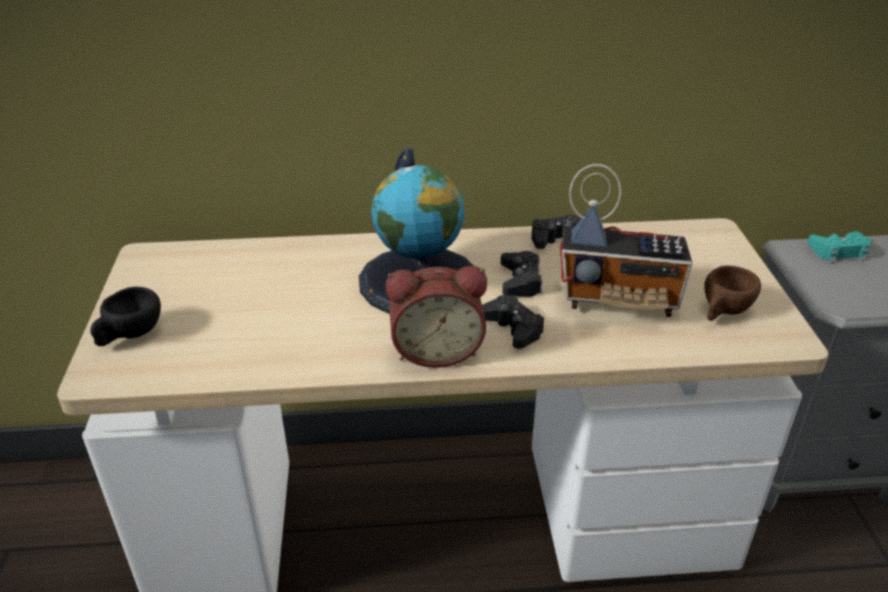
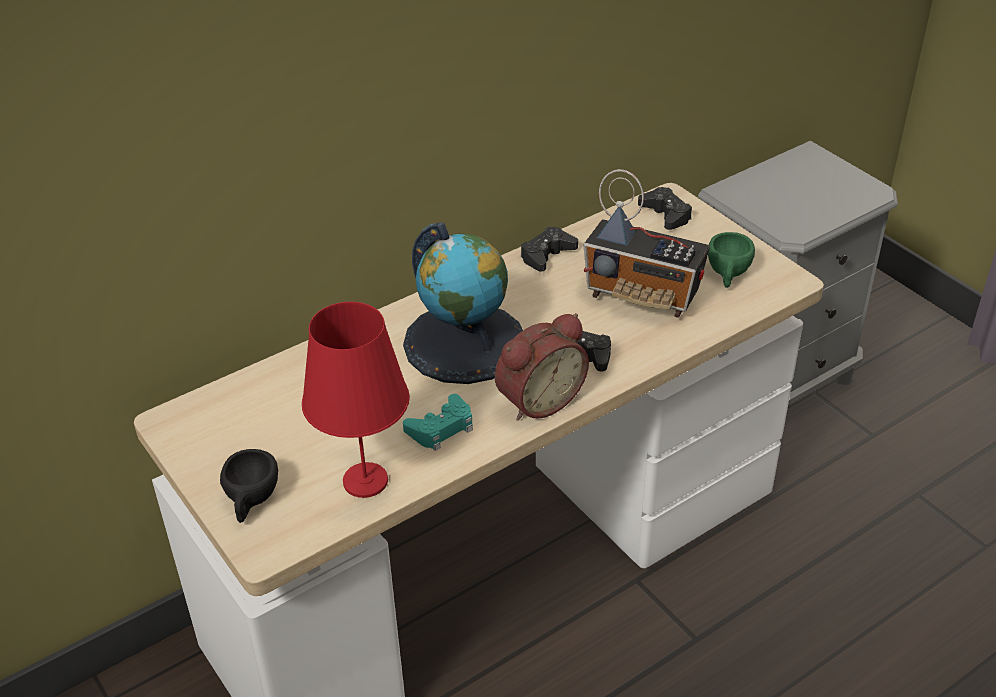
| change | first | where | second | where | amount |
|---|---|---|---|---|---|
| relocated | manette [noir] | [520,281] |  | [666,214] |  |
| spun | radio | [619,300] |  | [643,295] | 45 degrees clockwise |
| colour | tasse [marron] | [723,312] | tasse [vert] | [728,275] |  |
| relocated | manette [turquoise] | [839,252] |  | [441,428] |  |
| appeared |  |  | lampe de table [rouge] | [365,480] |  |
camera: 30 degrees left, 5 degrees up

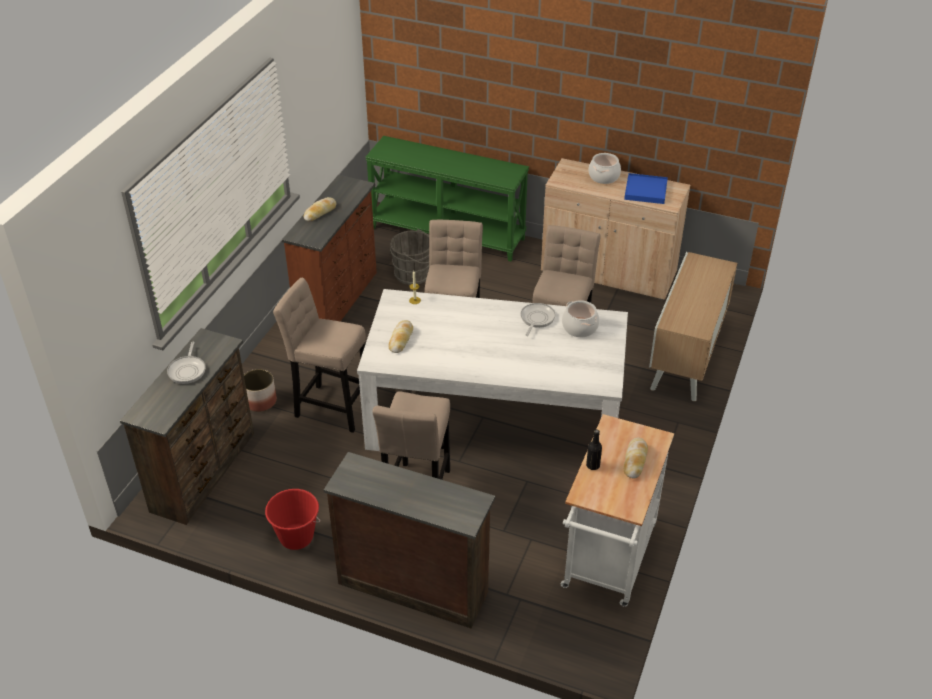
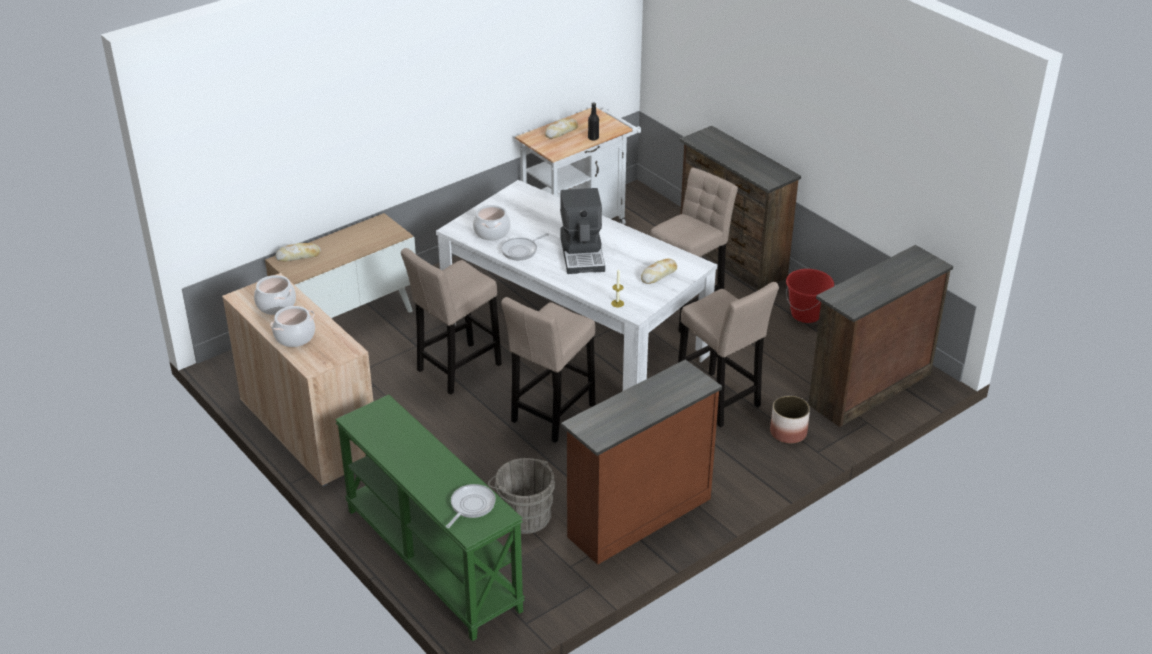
| change | first | where | second | where | amount |
|---|---|---|---|---|---|
| relocated | poêle | [187,370] |  | [471,506] |  |
| relocated | pain | [320,212] |  | [298,256] |  |
| exchanged | plateau [bleu] | [646,191] | marmite | [276,305] |  |
| appeared |  |  | machine à café | [583,254] |  |
camera: 150 degrees left, 5 degrees down

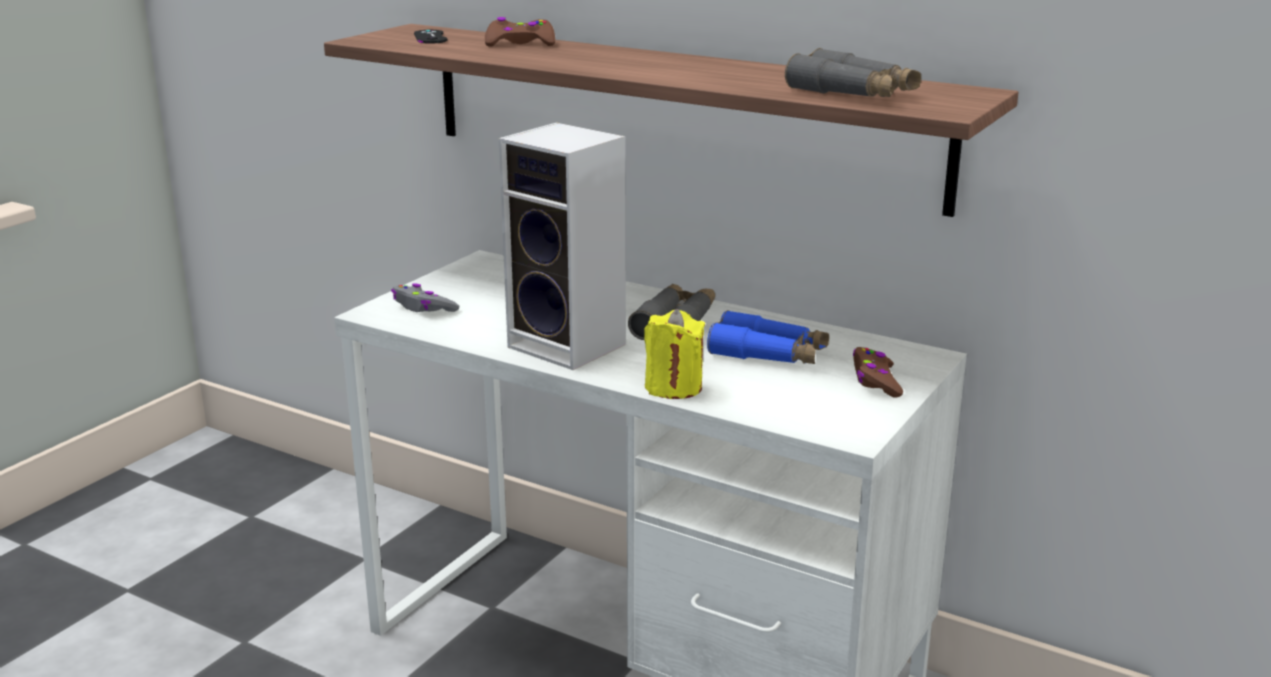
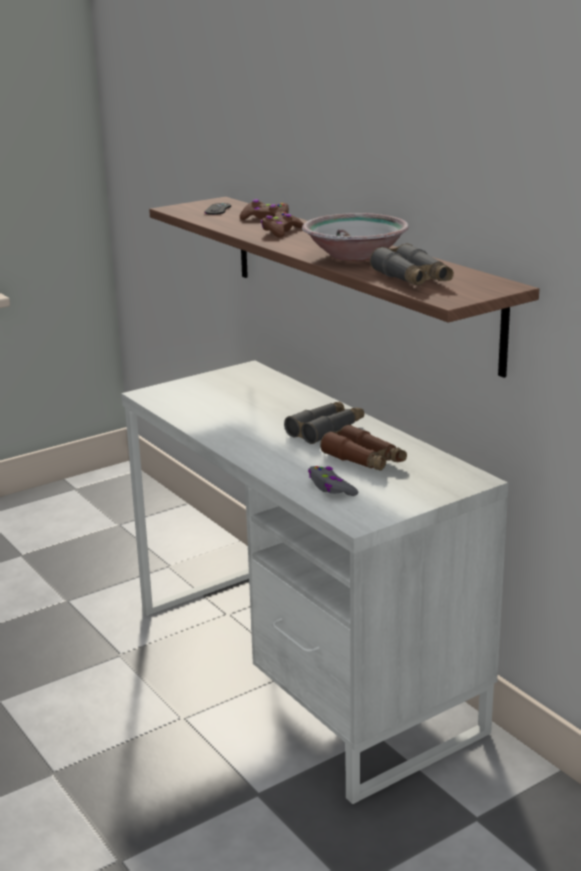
| change | first | where | second | where | amount |
|---|---|---|---|---|---|
| relocated | manette [gris] | [423,308] |  | [331,488] |  |
| missing | enceinte | [571,346] |  |  |  |
| missing | bougie [jaune] | [673,387] |  |  |  |
| colour | jumelles [bleu] | [768,354] | jumelles [marron] | [364,460] |  |
| relocated | manette [marron] | [875,381] |  | [281,231] |  |
| appeared |  |  | bol | [355,255] |  |
camera: 25 degrees right, 0 degrees up

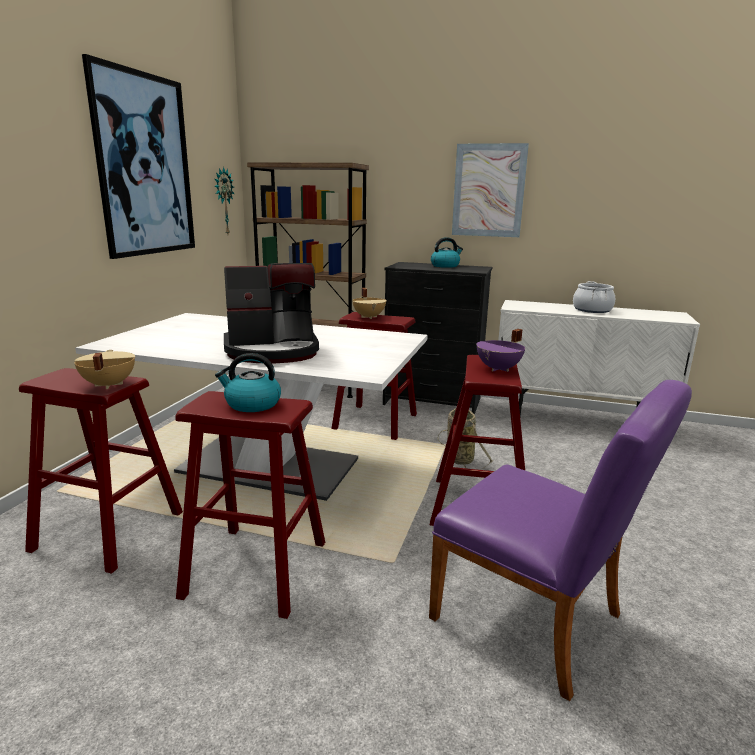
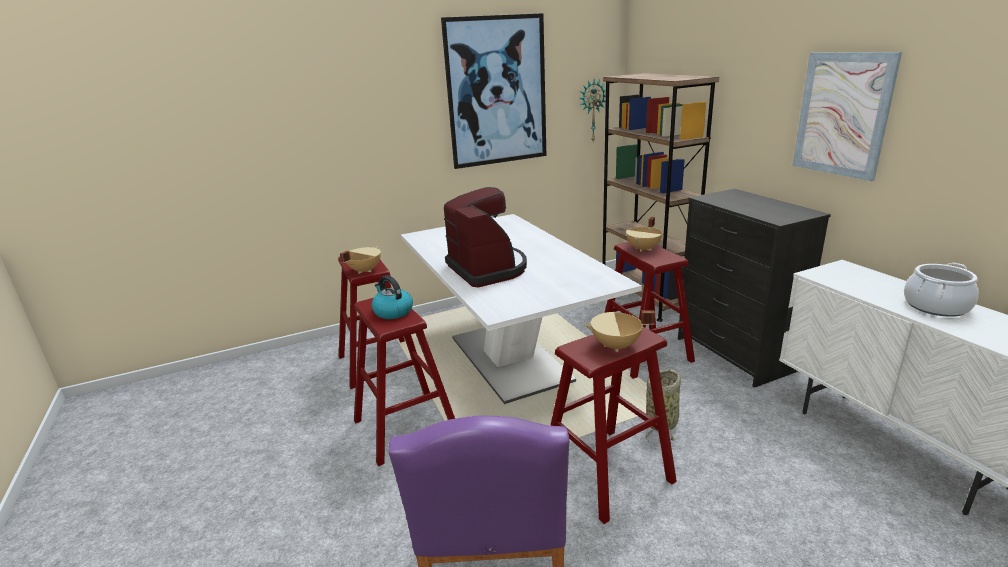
| change | first | where | second | where | amount |
|---|---|---|---|---|---|
| spun | machine à café | [273,351] |  | [488,269] | 150 degrees counterclockwise |
| missing | bouilloire | [445,266] |  |  |  |
| colour | marmite [violet] | [499,369] | marmite [beige] | [616,346] |  |
camera: 50 degrees right, 5 degrees up

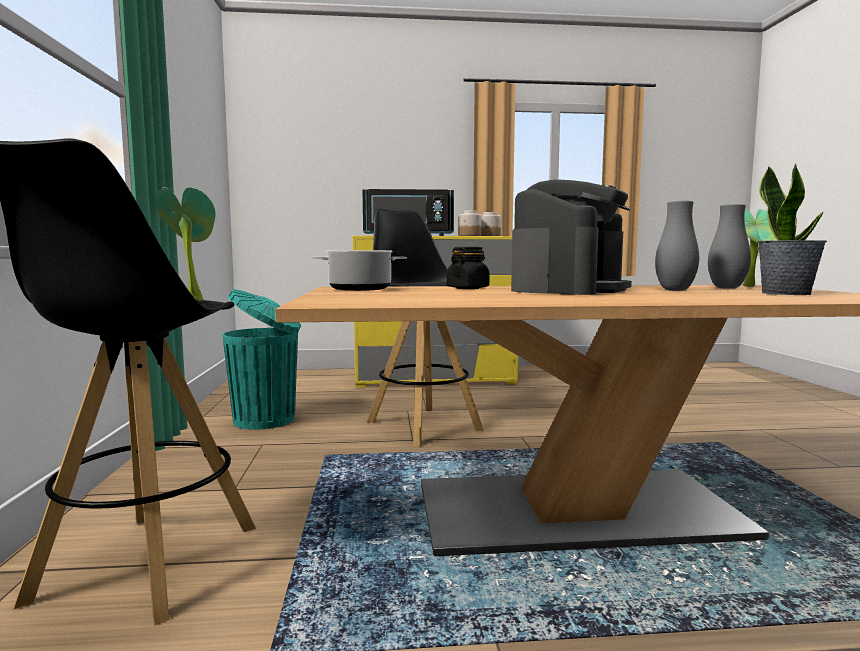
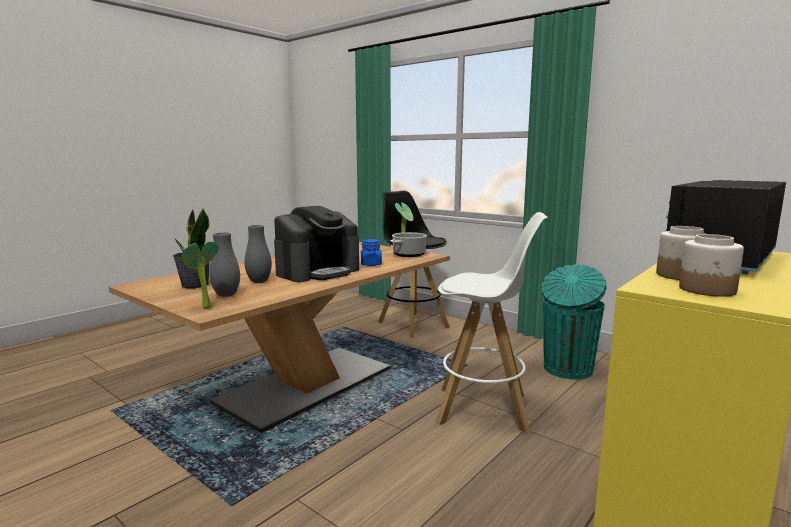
| change | first | where | second | where | amount |
|---|---|---|---|---|---|
| colour | tabouret [noir] | [423,425] | tabouret [blanc] | [483,409] |  |
| colour | bocal [noir] | [468,288] | bocal [bleu] | [371,264] |  |
| spun | machine à café | [569,289] |  | [318,272] | 120 degrees counterclockwise |
camera: 135 degrees right, 5 degrees up

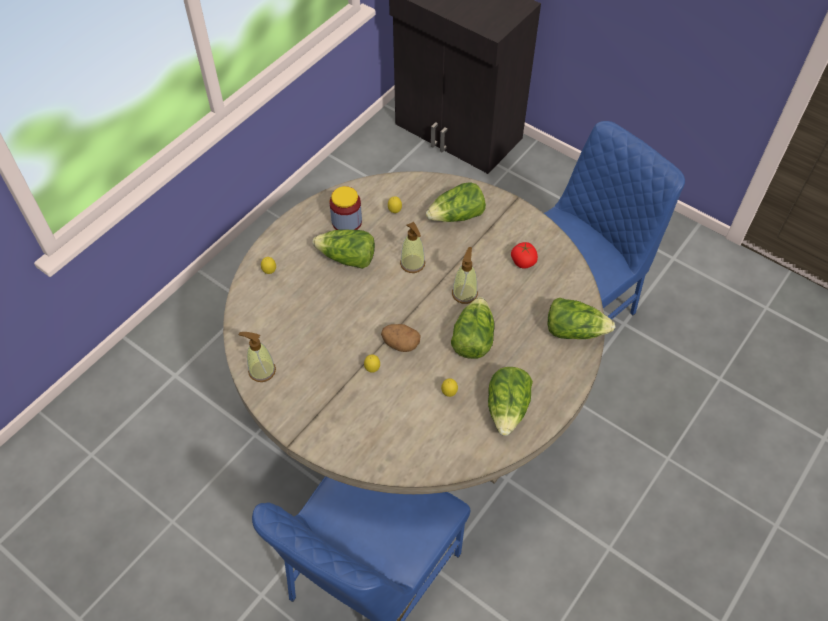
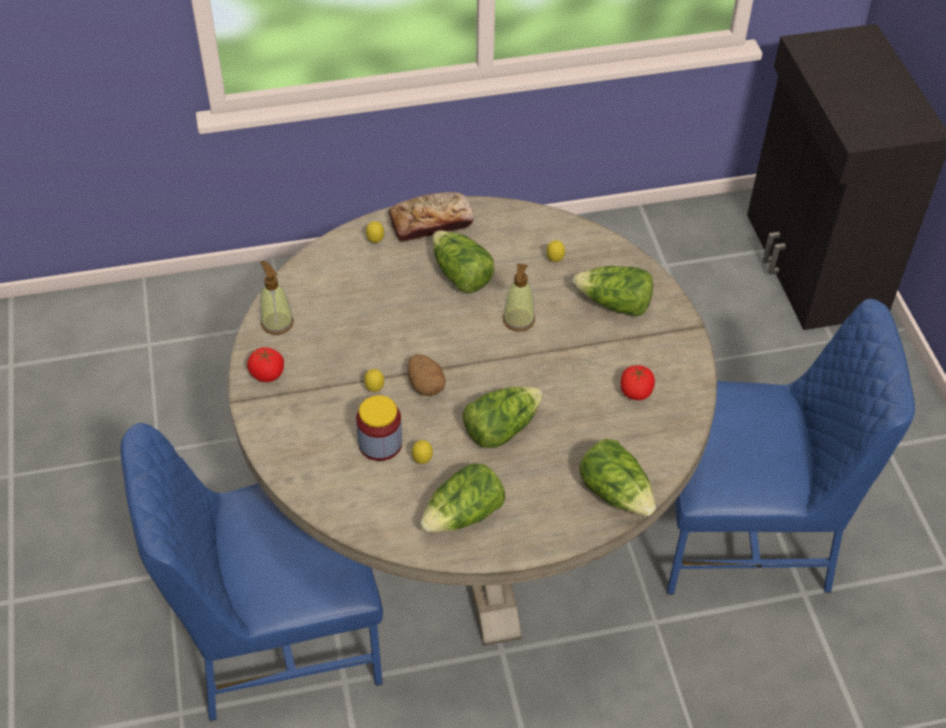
| change | first | where | second | where | amount |
|---|---|---|---|---|---|
| relocated | bocal | [346,221] |  | [380,443] |  |
| missing | distributeur de savon | [464,293] |  |  |  |
| appeared |  |  | tomate | [267,374] |  |
| appeared |  |  | pain | [431,222] |  |
camera: 40 degrees right, 5 degrees down

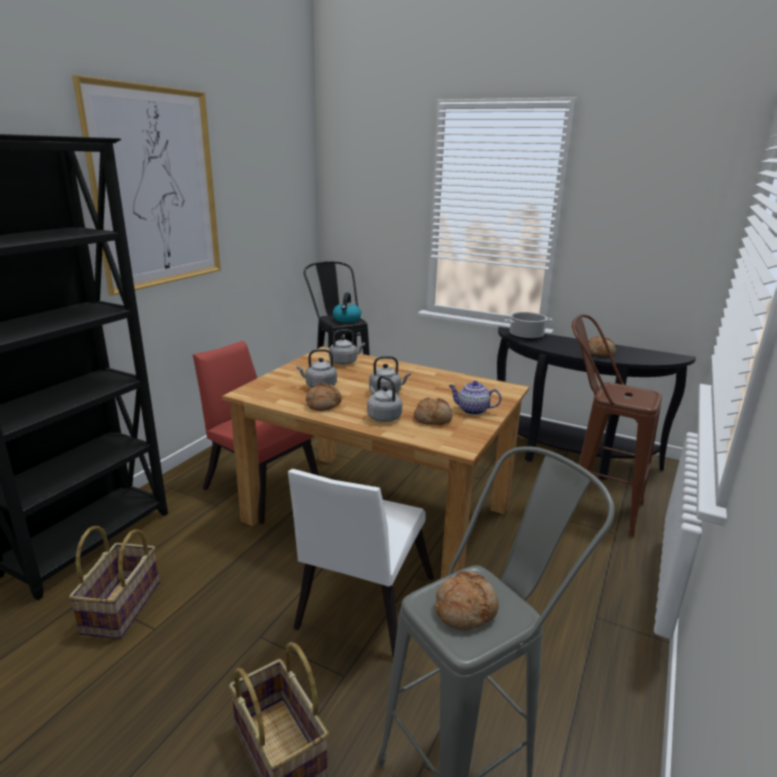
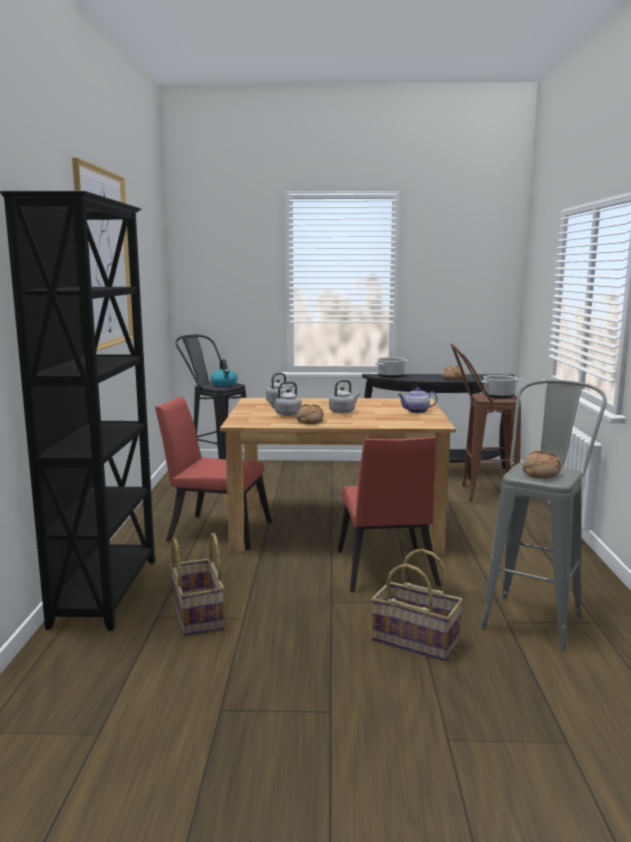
| change | first | where | second | where | amount |
|---|---|---|---|---|---|
| colour | chaise [blanc] | [361,608] | chaise [rouge] | [385,572] |  |
| missing | bouilloire [gris] | [383,417] |  |  |  |
| missing | pain | [433,419] |  |  |  |
| appeared |  |  | marmite | [499,396] |  |
camera: 25 degrees left, 10 degrees down

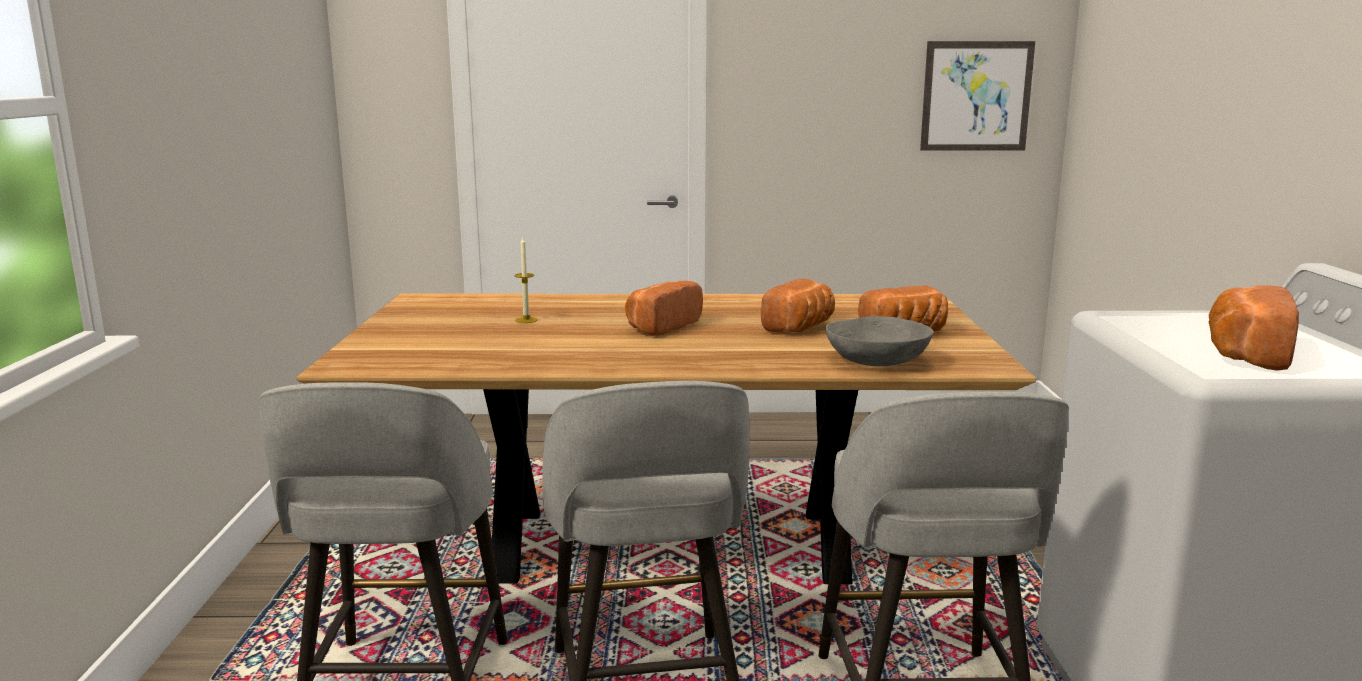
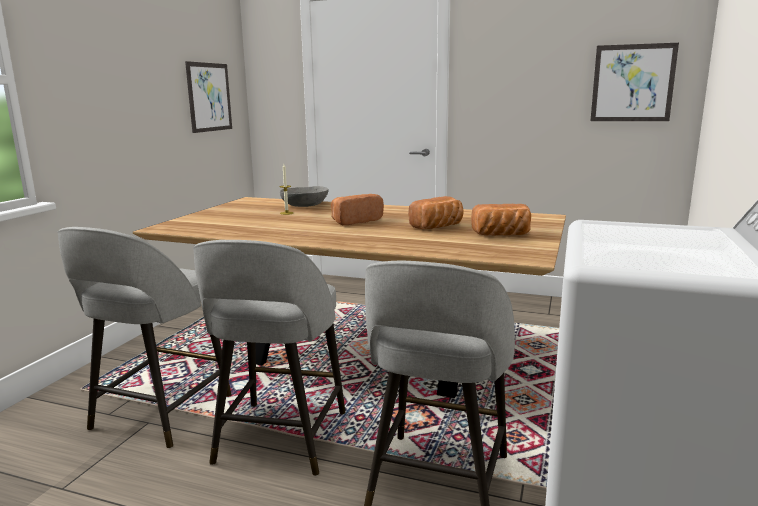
| change | first | where | second | where | amount |
|---|---|---|---|---|---|
| relocated | bol [gris] | [877,361] |  | [305,205] |  |
| missing | pain | [1244,354] |  |  |  |
| appeared |  |  | tableau | [209,97] |  |
camera: 20 degrees right, 0 degrees up

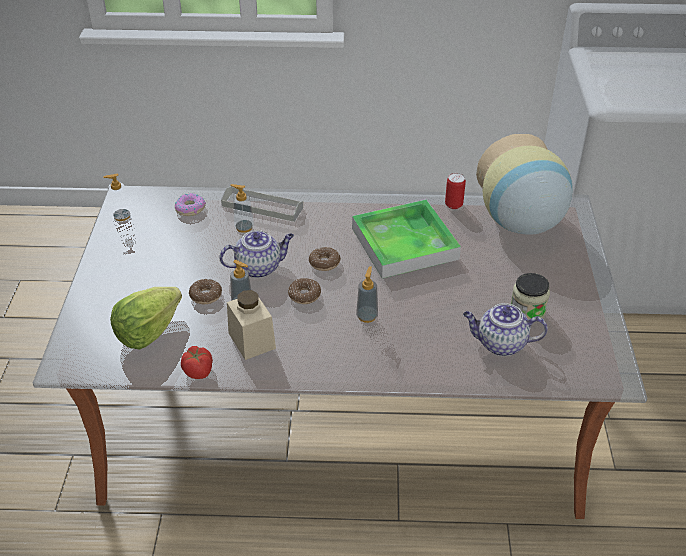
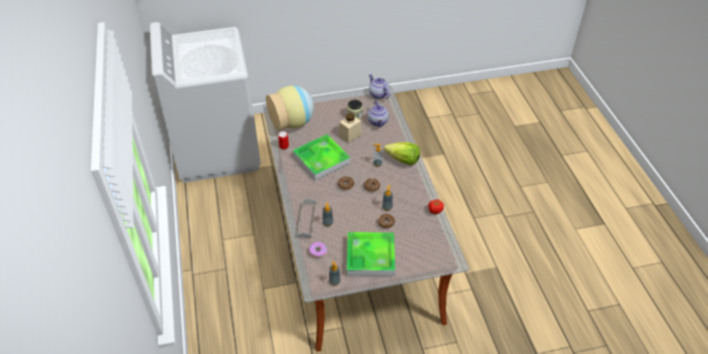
| change | first | where | second | where | amount |
|---|---|---|---|---|---|
| relocated | laitue | [148,331] |  | [403,160] |  |
| relocated | théière | [259,267] |  | [378,94] |  |
| relocated | bocal [beige] | [252,340] |  | [350,135] |  |
| appeared |  |  | plateau | [370,256] |  |
camera: 105 degrees left, 5 degrees up

